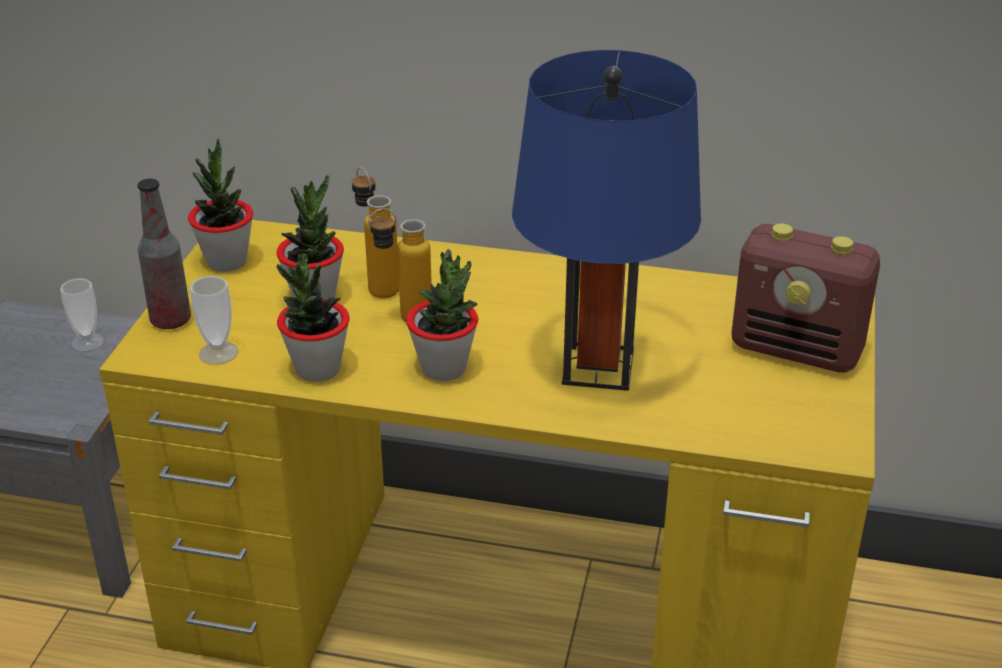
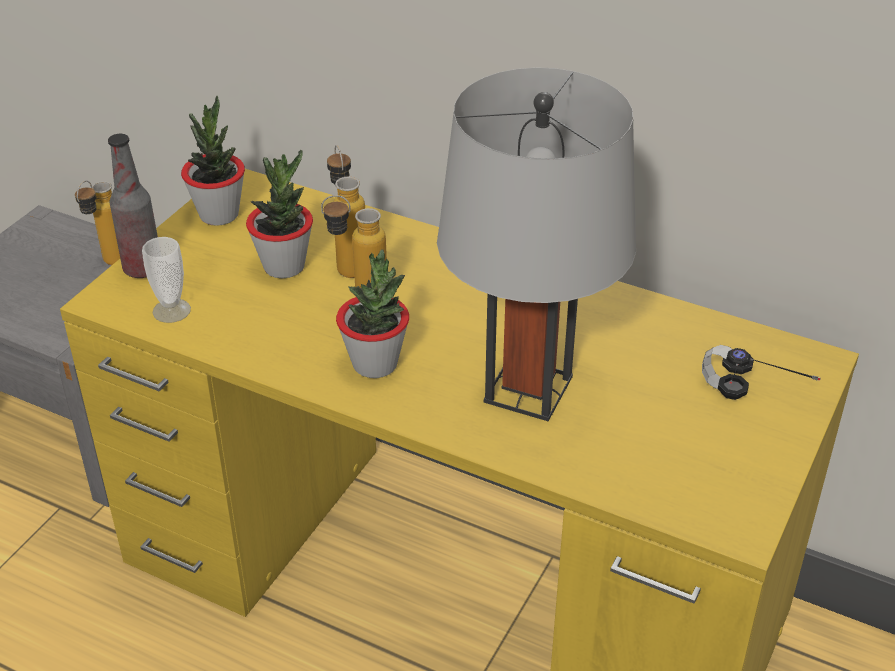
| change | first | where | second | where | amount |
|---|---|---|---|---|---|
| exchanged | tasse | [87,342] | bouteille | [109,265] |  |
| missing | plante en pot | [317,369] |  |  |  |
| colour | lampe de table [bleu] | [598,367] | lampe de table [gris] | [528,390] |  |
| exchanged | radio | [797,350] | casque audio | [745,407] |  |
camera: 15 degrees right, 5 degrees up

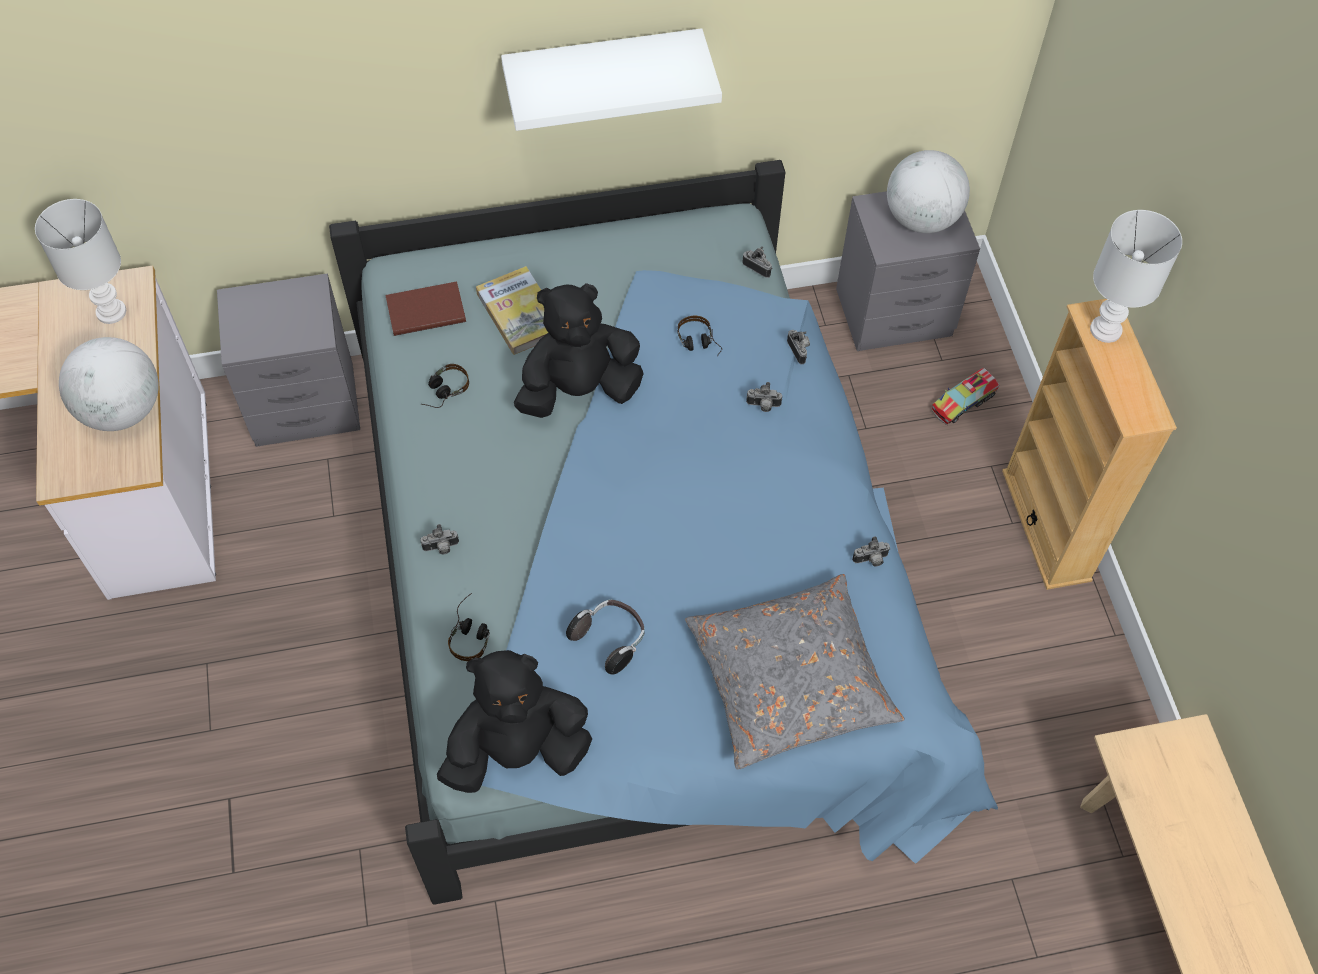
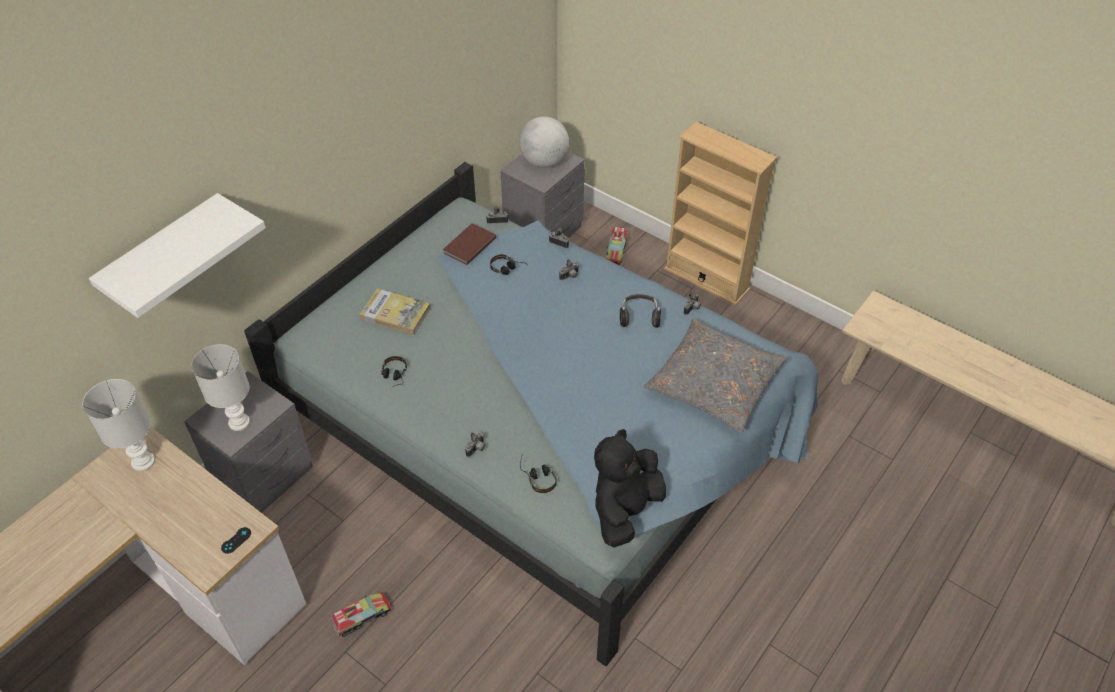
| change | first | where | second | where | amount |
|---|---|---|---|---|---|
| missing | globe | [123,410] |  |  |  |
| relocated | livre [marron] | [424,310] |  | [468,245] |  |
| relocated | étagère [blanc] | [603,69] |  | [163,254] |  |
| missing | peluche [noir] | [579,390] |  |  |  |
| relocated | casque audio | [610,639] |  | [639,317] |  |
| relocated | lampe de table [blanc] | [1104,329] |  | [238,423] |  |
| appeared |  |  | manette [noir] | [236,540] |  |
| appeared |  |  | camion jouet | [362,617] |  |
camera: 40 degrees left, 10 degrees down

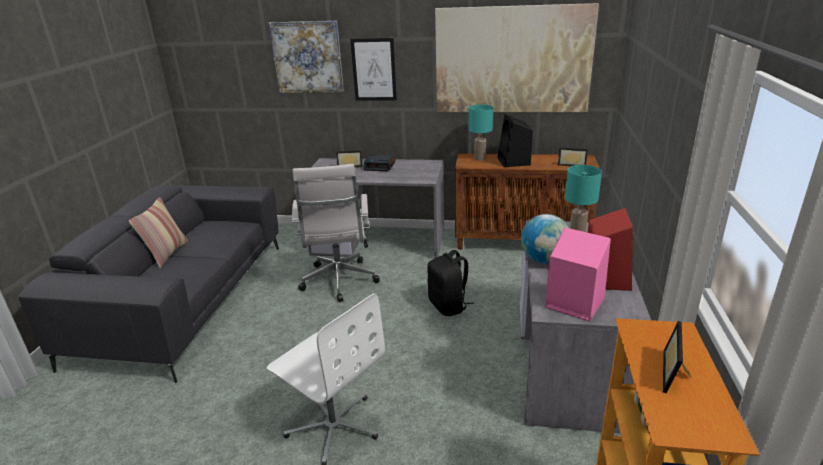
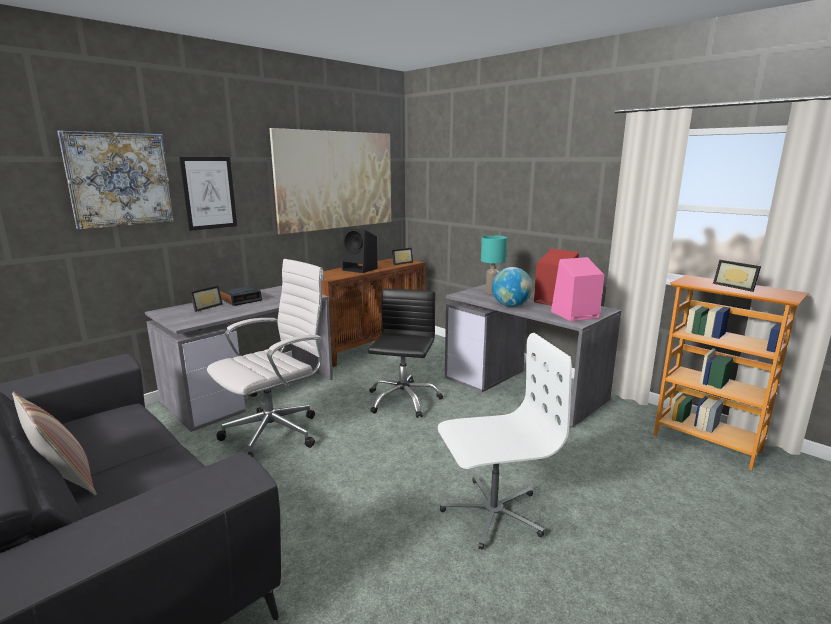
| change | first | where | second | where | amount |
|---|---|---|---|---|---|
| spun | chaise de bureau [blanc] | [339,282] |  | [276,433] | 75 degrees counterclockwise |
| exchanged | sac à dos [noir] | [448,306] | chaise de bureau [noir] | [403,400] |  |
| missing | lampe de table [turquoise] | [480,158] |  |  |  |
camera: 55 degrees left, 10 degrees down

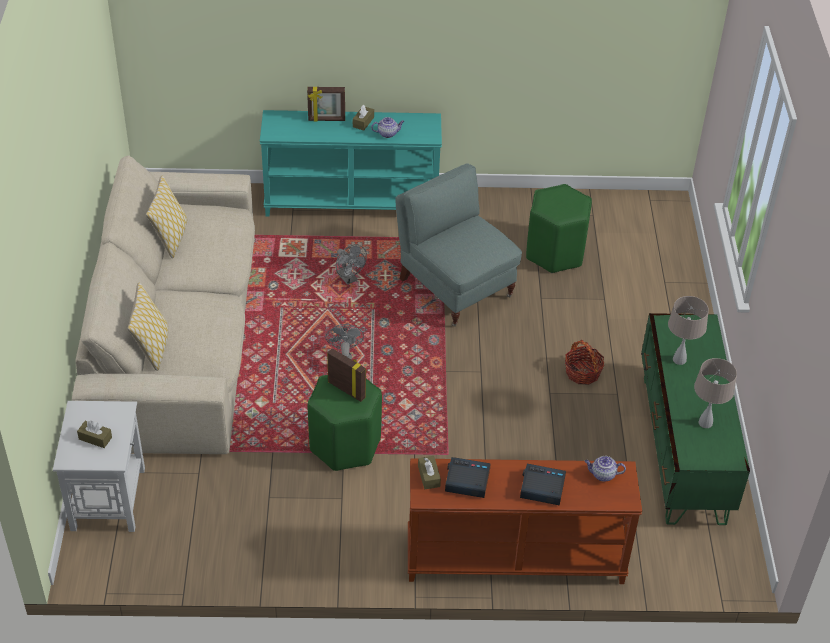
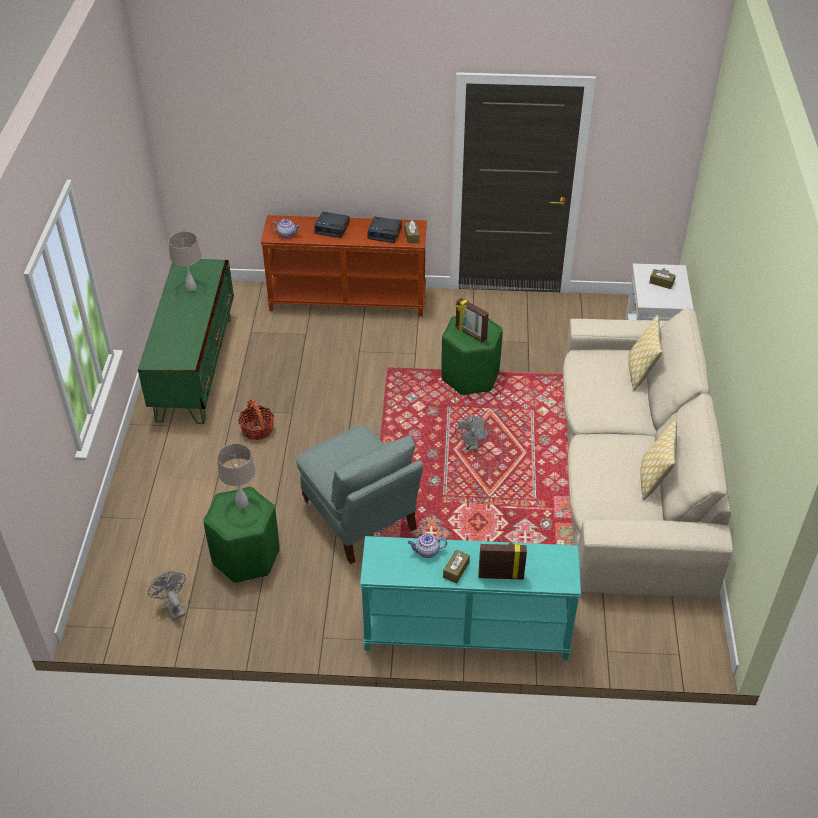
| change | first | where | second | where | amount |
|---|---|---|---|---|---|
| relocated | ventilateur [gris] | [349,279] |  | [173,607] |  |
| relocated | lampe de table [beige] | [679,360] |  | [241,502] |  |
camera: 175 degrees left, 0 degrees up

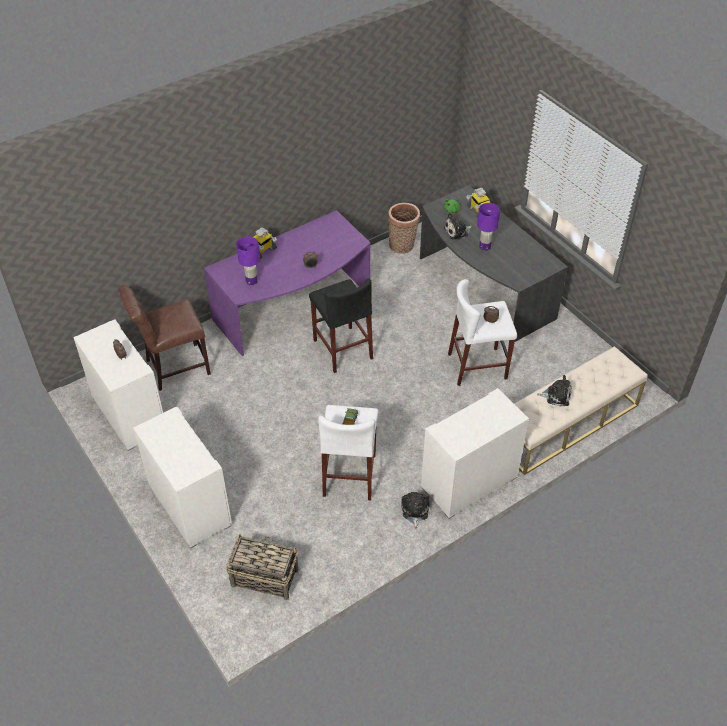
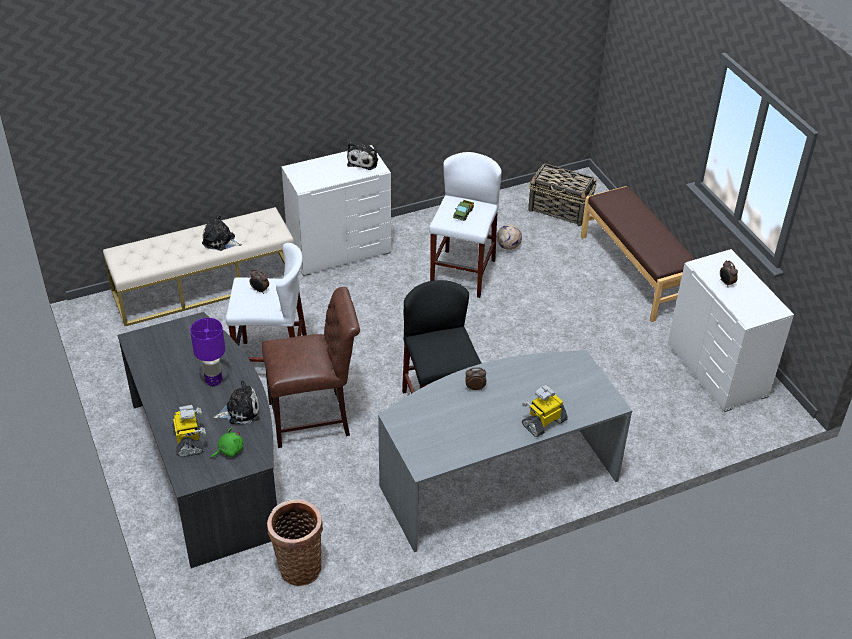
| change | first | where | second | where | amount |
|---|---|---|---|---|---|
| relocated | chaise [marron] | [174,368] |  | [314,418] |  |
| exchanged | commode [blanc] | [189,506] | banc [marron] | [635,271] |  |
| colour | bureau [violet] | [294,310] | bureau [gris] | [496,478] |  |
| missing | lampe de table [violet] | [251,281] |  |  |  |
| relocated | peluche | [414,511] |  | [364,161] |  |
| appeared |  |  | ballon de foot | [508,246] |  |
camera: 170 degrees left, 5 degrees down

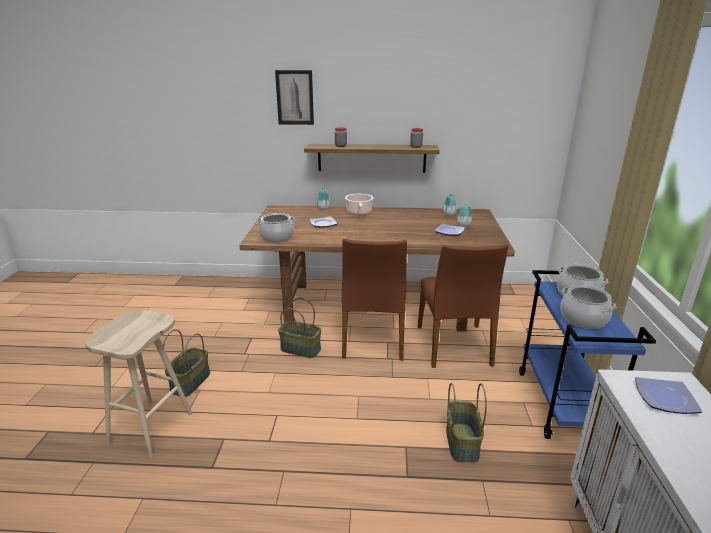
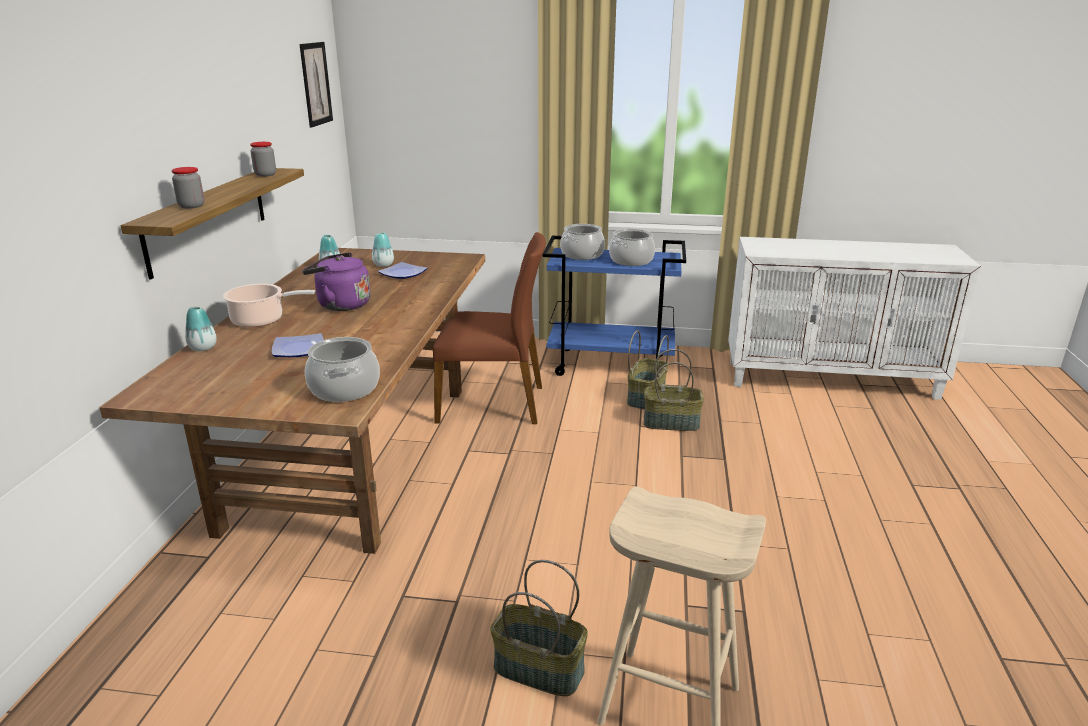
| change | first | where | second | where | amount |
|---|---|---|---|---|---|
| relocated | tableau | [295,97] |  | [316,84] |  |
| relocated | panier | [301,349] |  | [645,397] |  |
| missing | chaise [marron] | [373,339] |  |  |  |
| missing | assiette | [664,399] |  |  |  |
| appeared |  |  | bouilloire [violet] | [340,305] |  |
camera: 85 degrees left, 0 degrees up

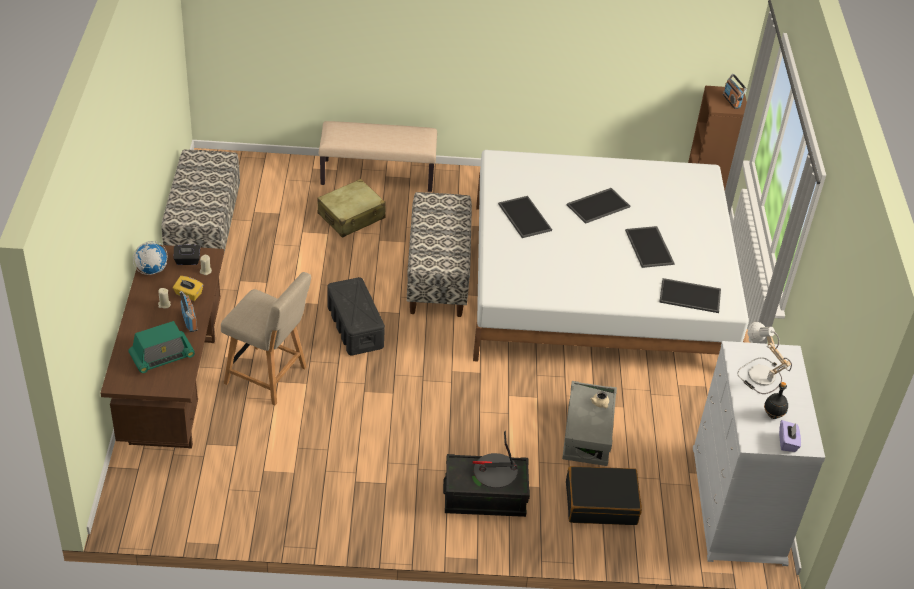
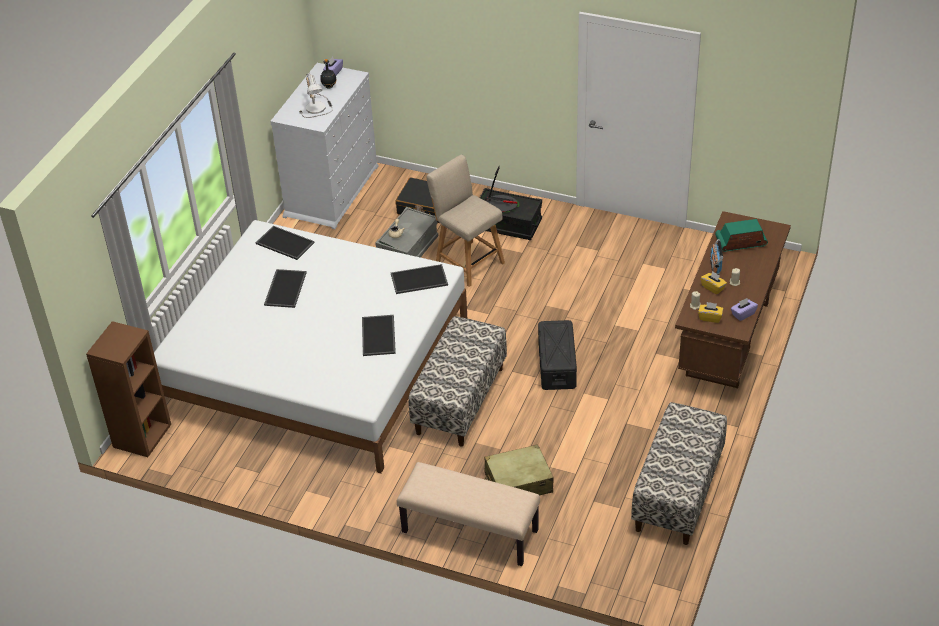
| change | first | where | second | where | amount |
|---|---|---|---|---|---|
| exchanged | globe | [151,270] | boîte à mouchoirs [violet] | [743,314] |  |
| colour | boîte à mouchoirs [noir] | [187,261] | boîte à mouchoirs [jaune] | [710,317] |  |
| relocated | chaise [beige] | [269,377] |  | [467,262] |  |
| relocated | plateau | [598,205] |  | [418,280] |  |
| missing | radio | [731,101] |  |  |  |
camera: 155 degrees left, 0 degrees up

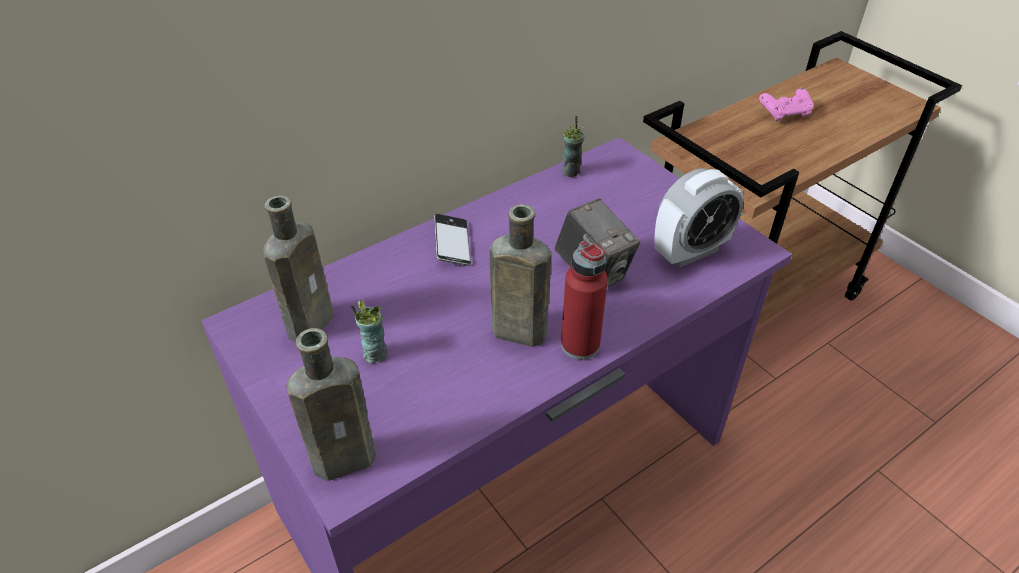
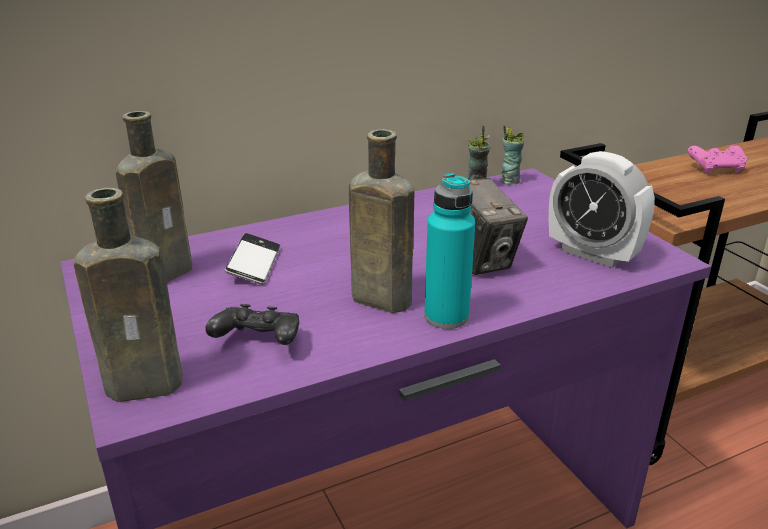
| change | first | where | second | where | amount |
|---|---|---|---|---|---|
| relocated | tasse | [375,354] |  | [509,181] |  |
| relocated | téléphone | [452,244] |  | [254,265] |  |
| colour | bouteille [rouge] | [580,345] | bouteille [turquoise] | [446,316] |  |
| spun | réveil | [691,251] |  | [592,254] | 60 degrees clockwise |
| appeared |  |  | manette [noir] | [258,342] |  |
camera: 10 degrees right, 15 degrees down

